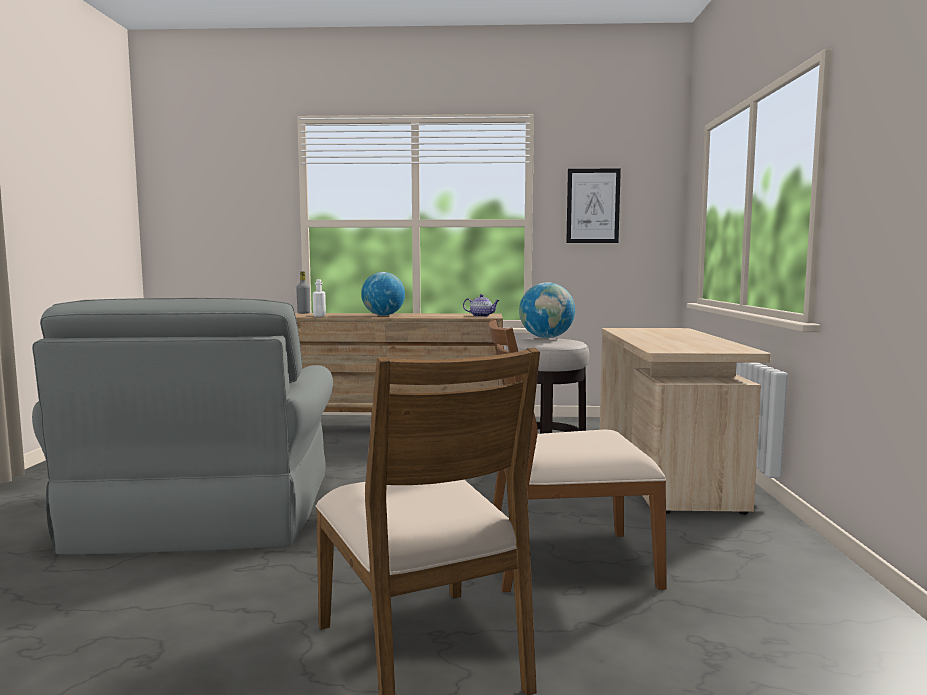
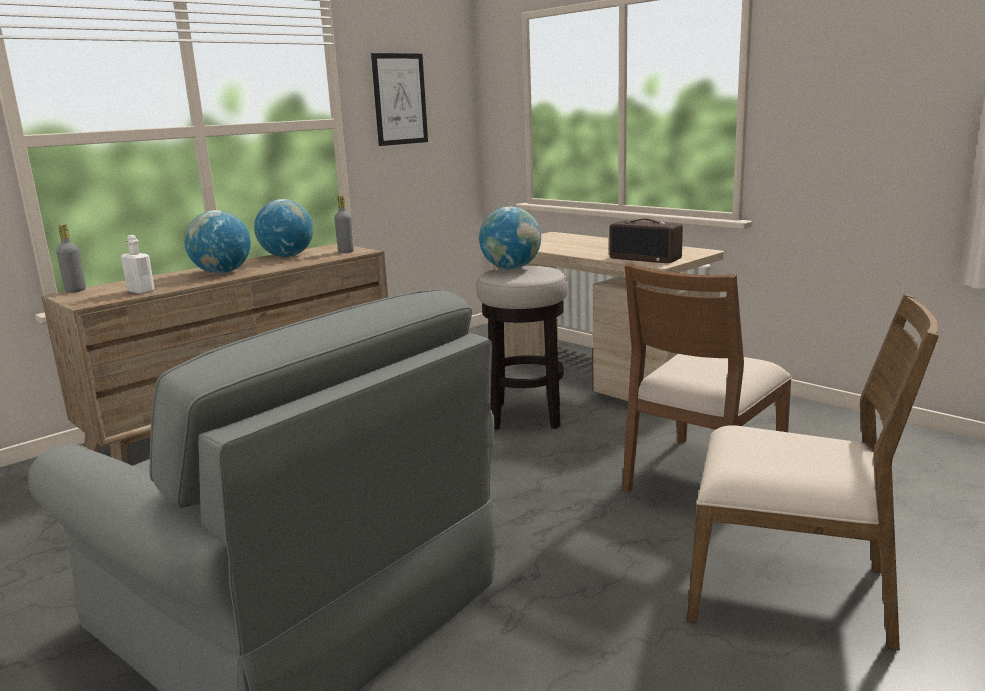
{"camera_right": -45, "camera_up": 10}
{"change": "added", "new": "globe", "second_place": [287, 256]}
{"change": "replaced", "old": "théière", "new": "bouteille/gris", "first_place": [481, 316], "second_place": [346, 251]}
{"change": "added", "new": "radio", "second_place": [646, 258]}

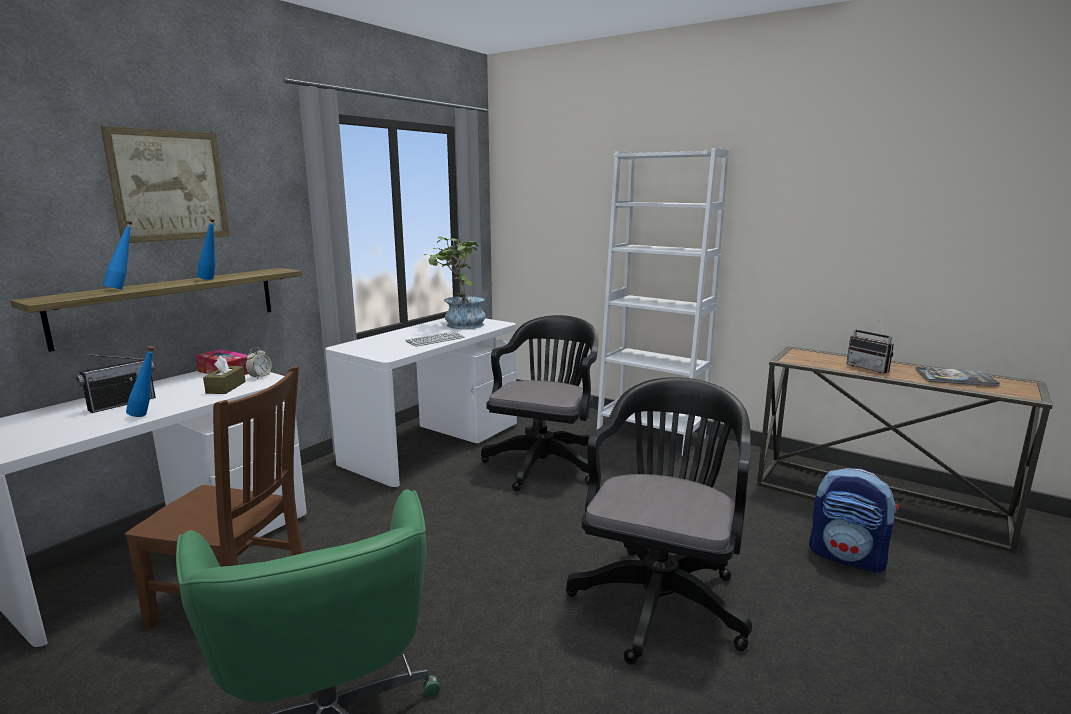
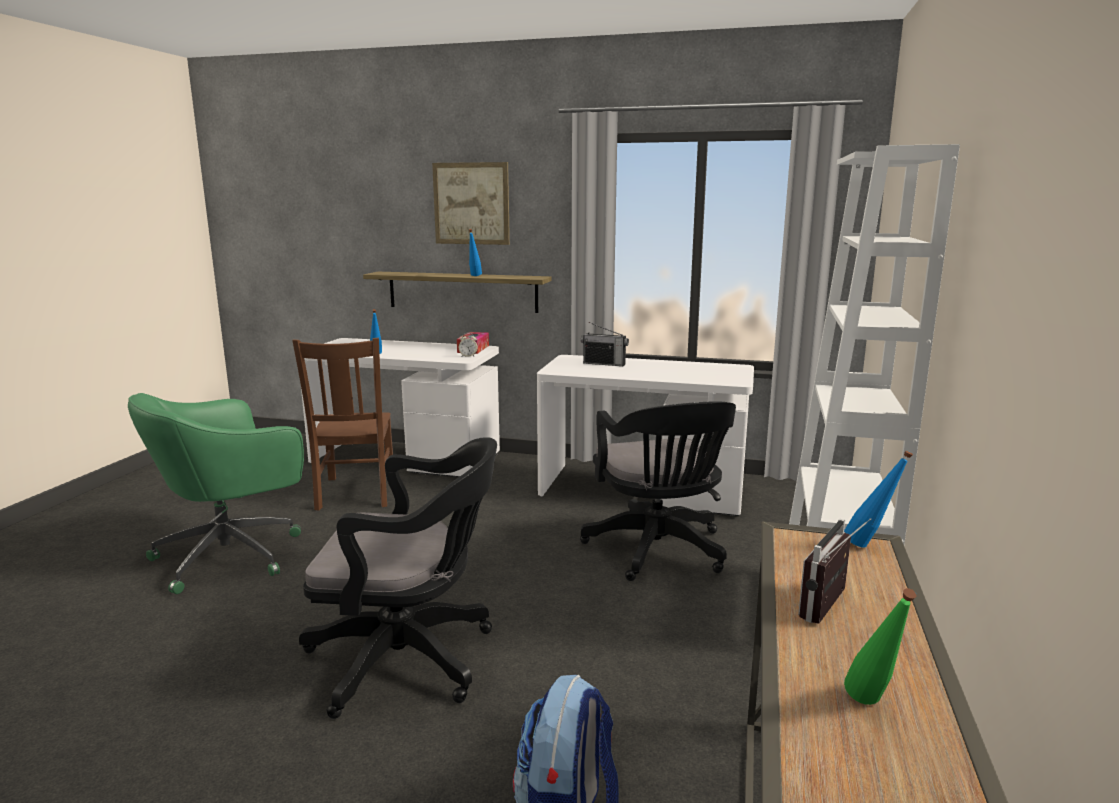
{"camera_right": 70, "camera_up": 0}
{"change": "turned", "old": "chaise de bureau/noir", "first_place": [545, 462], "second_place": [659, 552], "degrees": 75}
{"change": "moved", "old": "radio", "first_place": [122, 404], "second_place": [604, 364]}
{"change": "moved", "old": "bouteille/bleu", "first_place": [124, 289], "second_place": [870, 546]}
{"change": "replaced", "old": "livre", "new": "bouteille/vert", "first_place": [955, 378], "second_place": [872, 708]}
{"change": "removed", "old": "boîte à mouchoirs/marron", "first_place": [226, 387]}
{"change": "removed", "old": "clavier", "first_place": [435, 340]}
{"change": "removed", "old": "plante en pot", "first_place": [459, 324]}

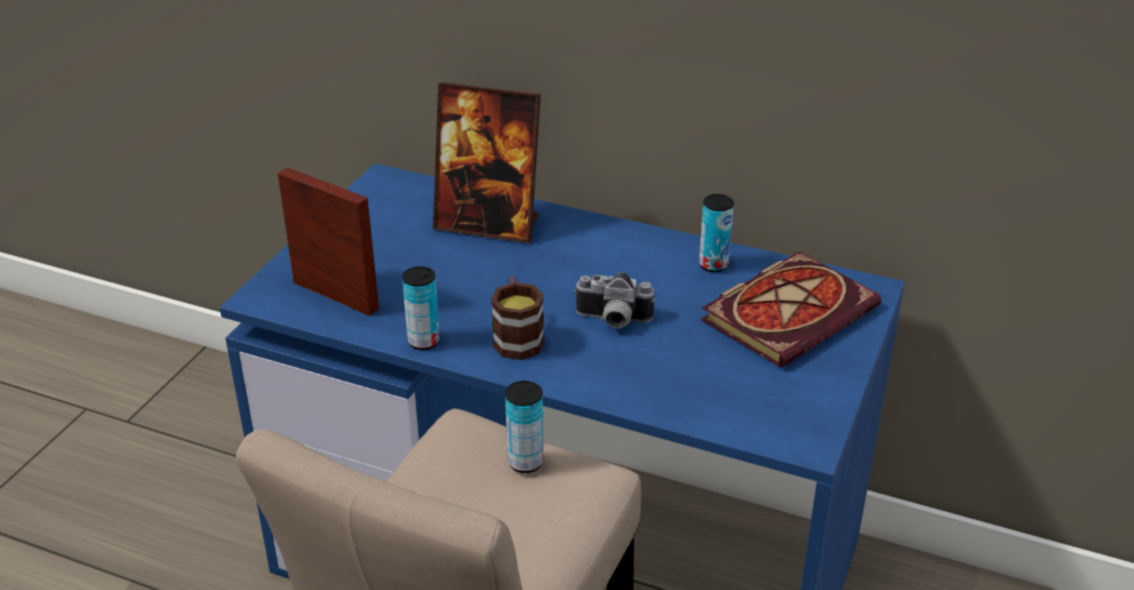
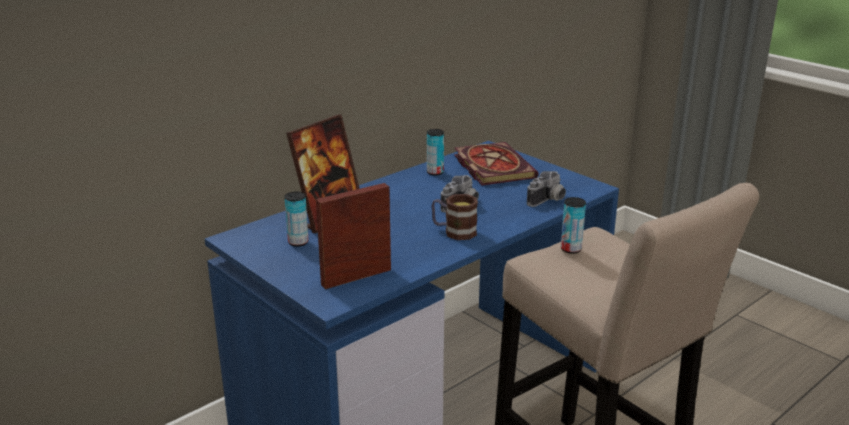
{"camera_right": -65, "camera_up": -10}
{"change": "moved", "old": "boîte métallique", "first_place": [423, 341], "second_place": [298, 242]}
{"change": "added", "new": "appareil photo", "second_place": [548, 201]}

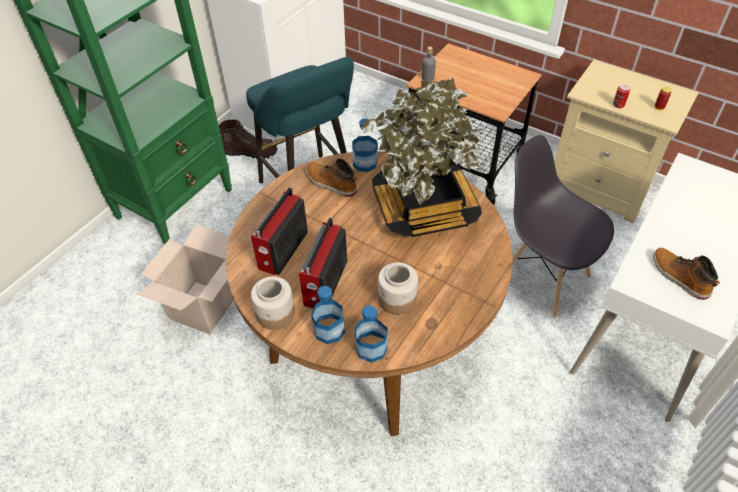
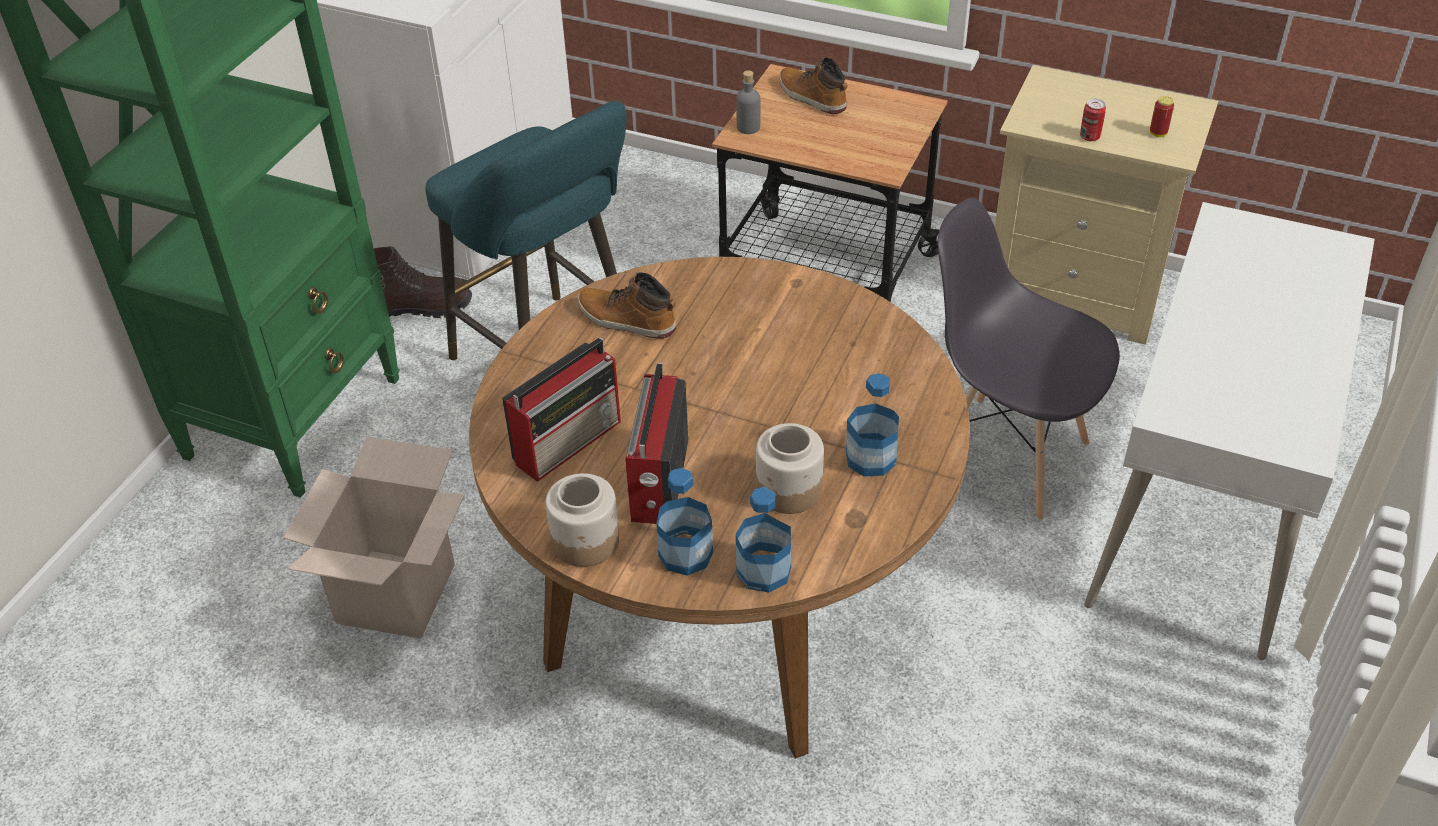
{"camera_right": -10, "camera_up": -5}
{"change": "turned", "old": "radio", "first_place": [282, 251], "second_place": [569, 440], "degrees": -150}
{"change": "moved", "old": "botte", "first_place": [679, 277], "second_place": [811, 97]}
{"change": "moved", "old": "bouteille", "first_place": [365, 163], "second_place": [870, 458]}
{"change": "removed", "old": "plante en pot", "first_place": [424, 208]}

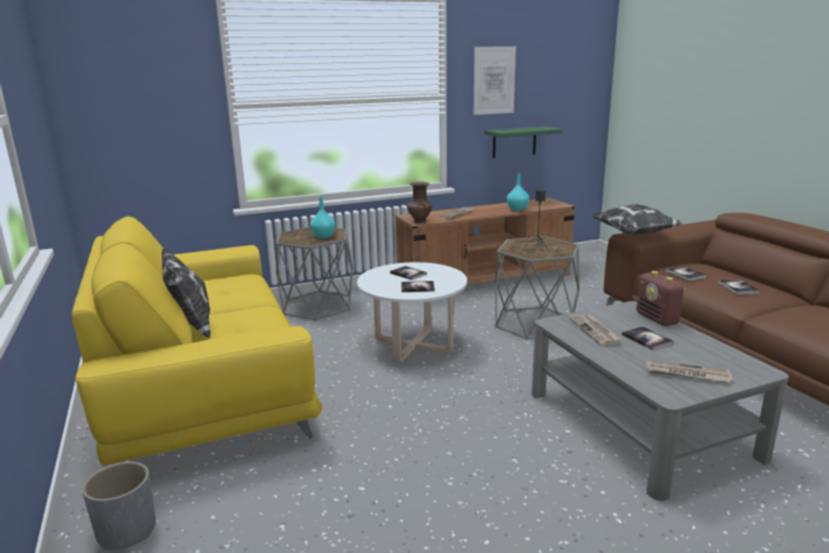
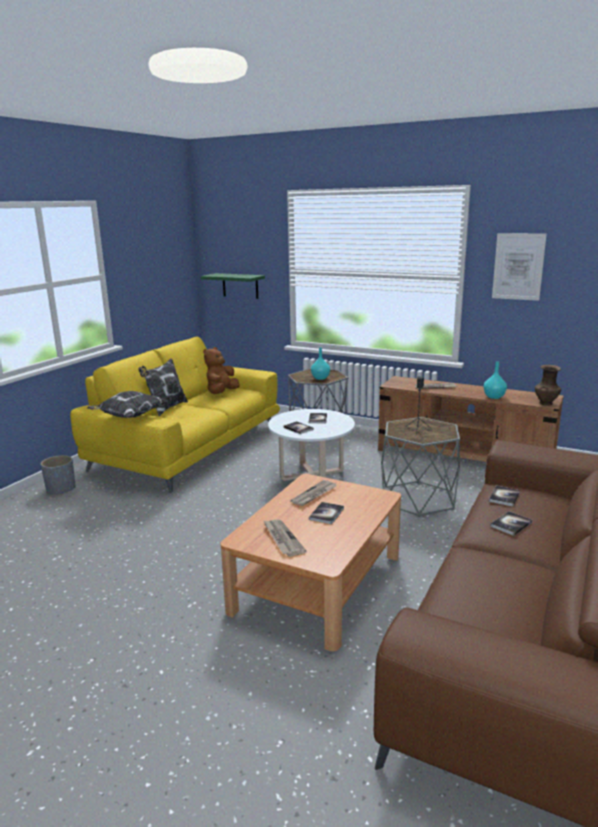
{"camera_right": 50, "camera_up": 0}
{"change": "moved", "old": "coussin", "first_place": [634, 235], "second_place": [129, 417]}
{"change": "moved", "old": "étagère/vert", "first_place": [514, 142], "second_place": [240, 285]}
{"change": "added", "new": "peluche/marron", "second_place": [221, 393]}
{"change": "recoloured", "old": "table basse/gris", "new": "table basse/marron", "first_place": [640, 424], "second_place": [318, 583]}
{"change": "moved", "old": "vase/marron", "first_place": [419, 221], "second_place": [546, 403]}
{"change": "removed", "old": "radio", "first_place": [657, 319]}

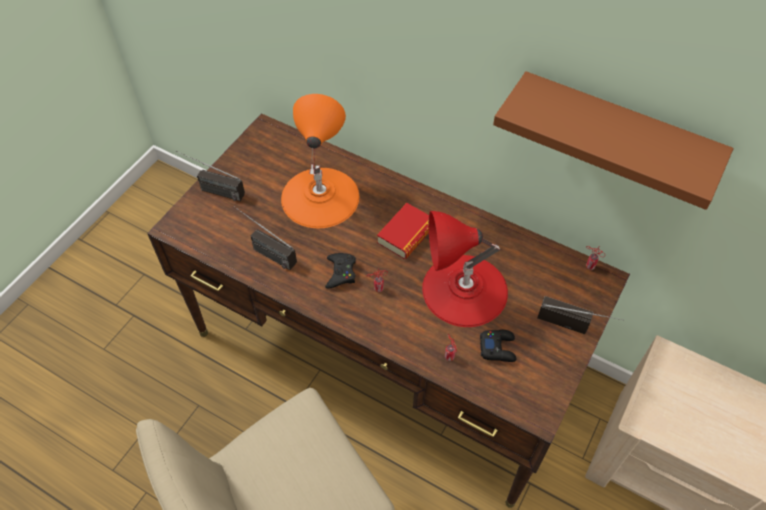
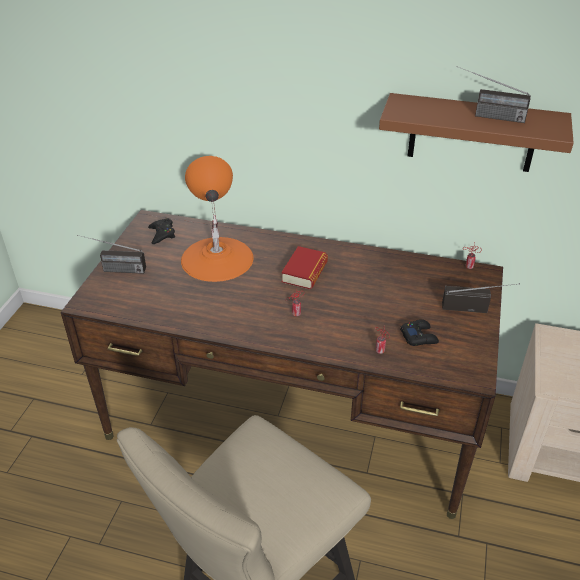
{"camera_right": -15, "camera_up": -15}
{"change": "moved", "old": "manette/noir", "first_place": [341, 273], "second_place": [162, 234]}
{"change": "moved", "old": "radio", "first_place": [264, 251], "second_place": [486, 116]}
{"change": "removed", "old": "lampe de table/rouge", "first_place": [464, 290]}

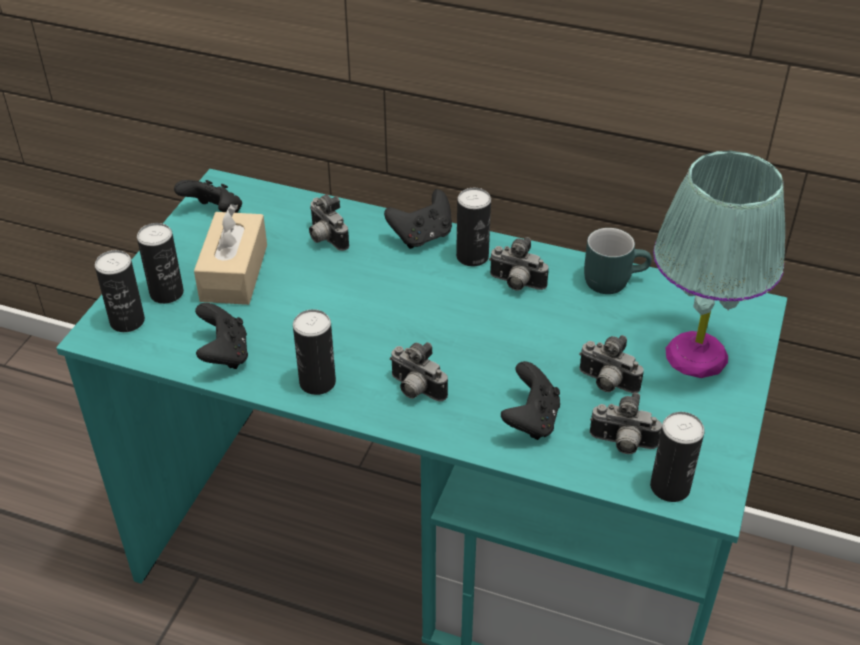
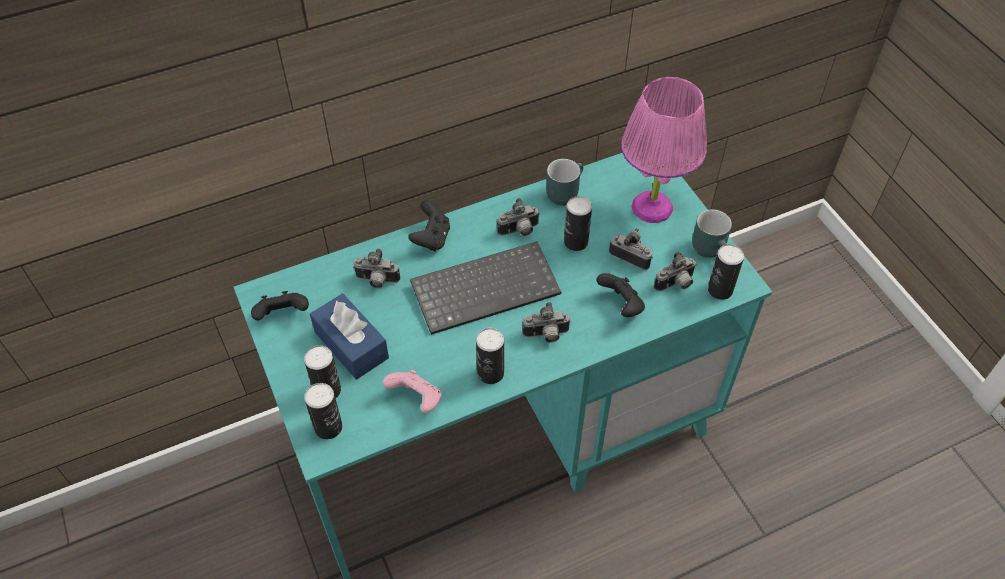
{"camera_right": -45, "camera_up": 10}
{"change": "recoloured", "old": "boîte à mouchoirs/beige", "new": "boîte à mouchoirs/bleu", "first_place": [234, 273], "second_place": [351, 345]}
{"change": "recoloured", "old": "manette/noir", "new": "manette/rose", "first_place": [224, 354], "second_place": [416, 399]}
{"change": "added", "new": "clavier", "second_place": [486, 287]}
{"change": "moved", "old": "boîte métallique", "first_place": [472, 256], "second_place": [576, 242]}
{"change": "turned", "old": "appareil photo", "first_place": [606, 384], "second_place": [631, 256], "degrees": -135}
{"change": "recoloured", "old": "lampe de table/turquoise", "new": "lampe de table/rose", "first_place": [695, 356], "second_place": [652, 208]}
{"change": "added", "new": "mug/turquoise", "second_place": [712, 250]}

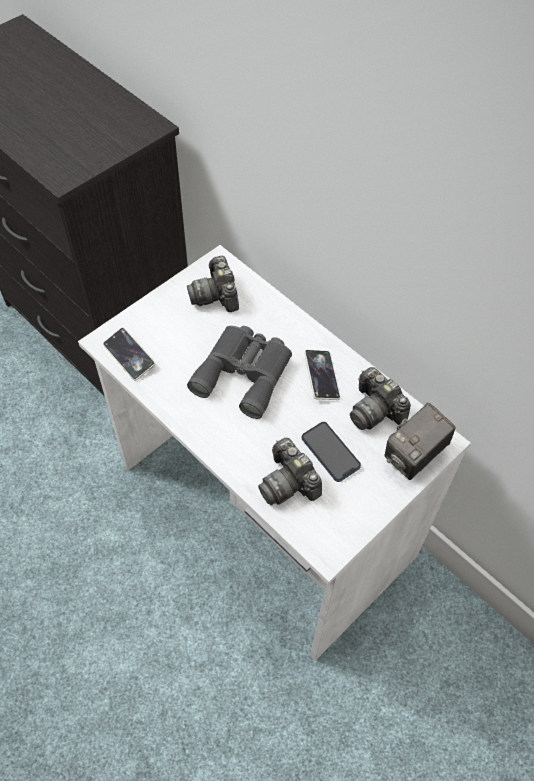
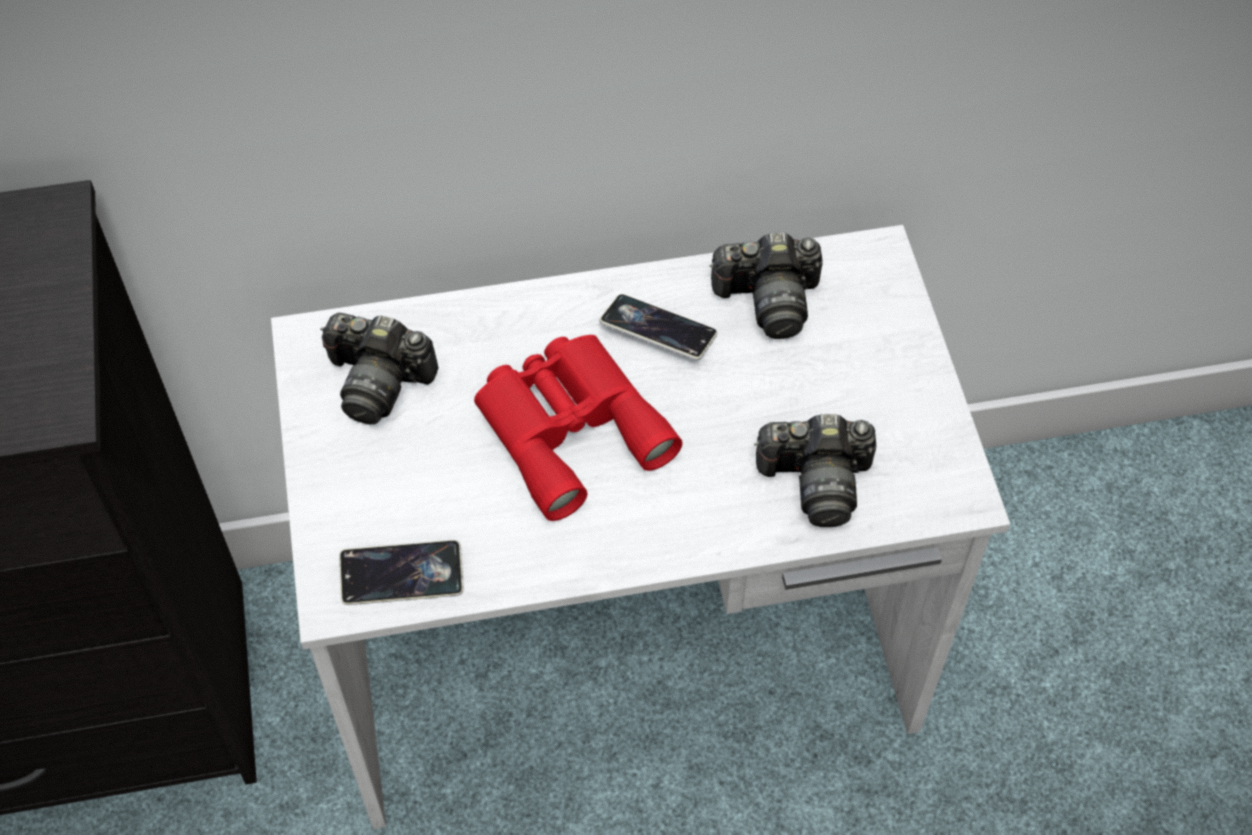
{"camera_right": -55, "camera_up": 0}
{"change": "recoloured", "old": "jumelles/gris", "new": "jumelles/rouge", "first_place": [245, 372], "second_place": [569, 426]}
{"change": "removed", "old": "téléphone", "first_place": [330, 452]}
{"change": "removed", "old": "appareil photo", "first_place": [414, 457]}

